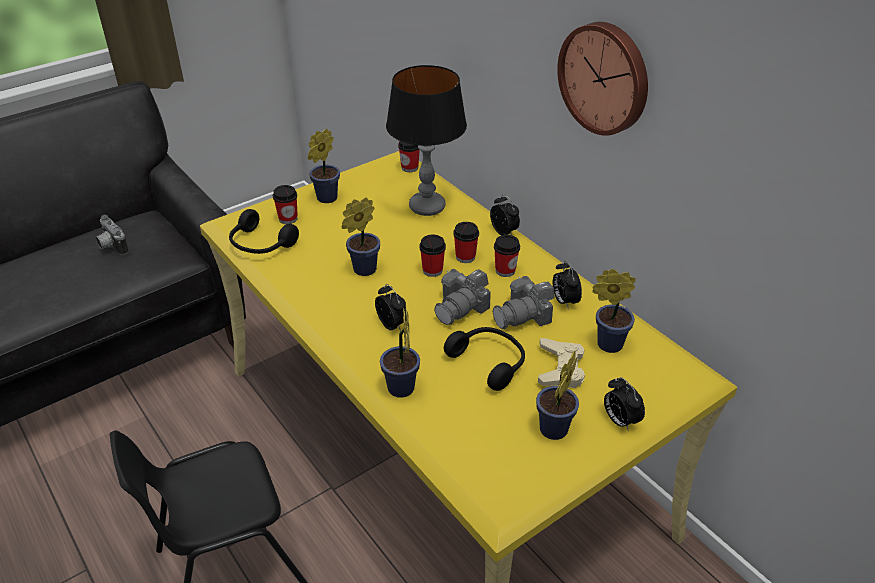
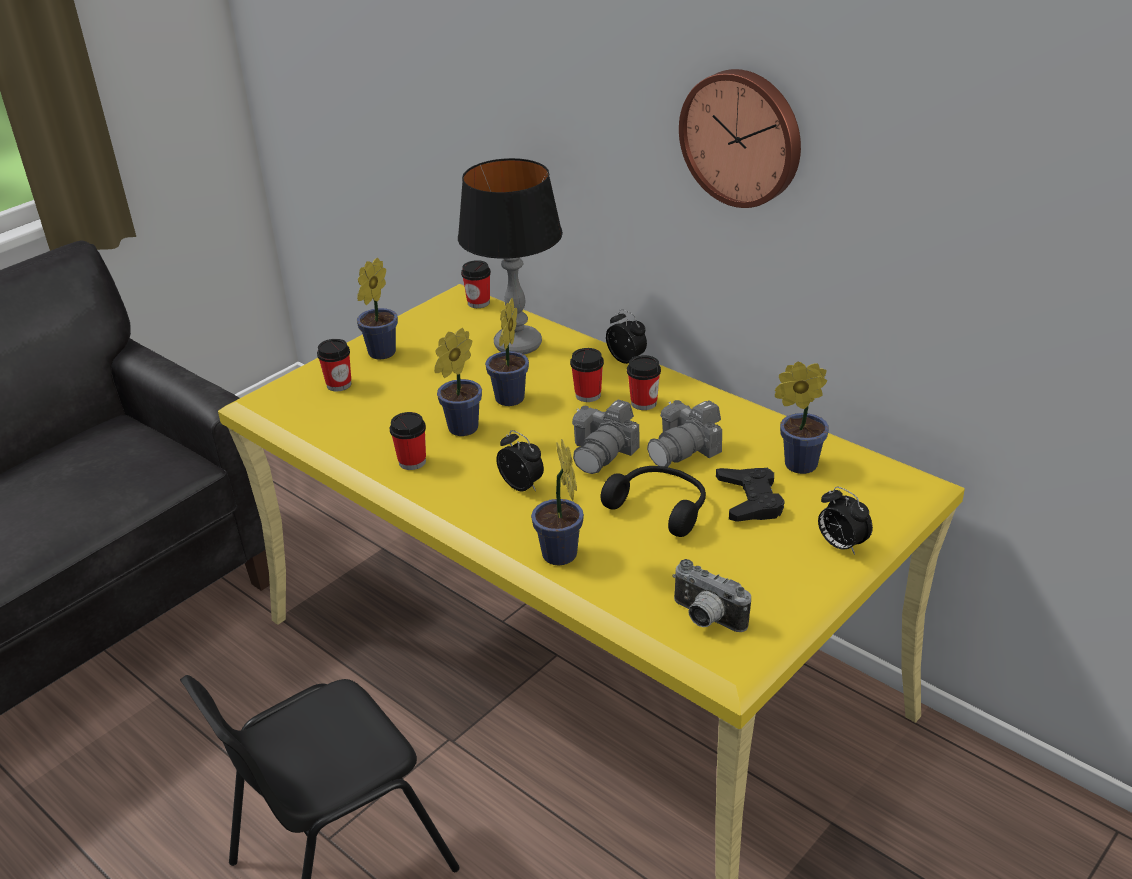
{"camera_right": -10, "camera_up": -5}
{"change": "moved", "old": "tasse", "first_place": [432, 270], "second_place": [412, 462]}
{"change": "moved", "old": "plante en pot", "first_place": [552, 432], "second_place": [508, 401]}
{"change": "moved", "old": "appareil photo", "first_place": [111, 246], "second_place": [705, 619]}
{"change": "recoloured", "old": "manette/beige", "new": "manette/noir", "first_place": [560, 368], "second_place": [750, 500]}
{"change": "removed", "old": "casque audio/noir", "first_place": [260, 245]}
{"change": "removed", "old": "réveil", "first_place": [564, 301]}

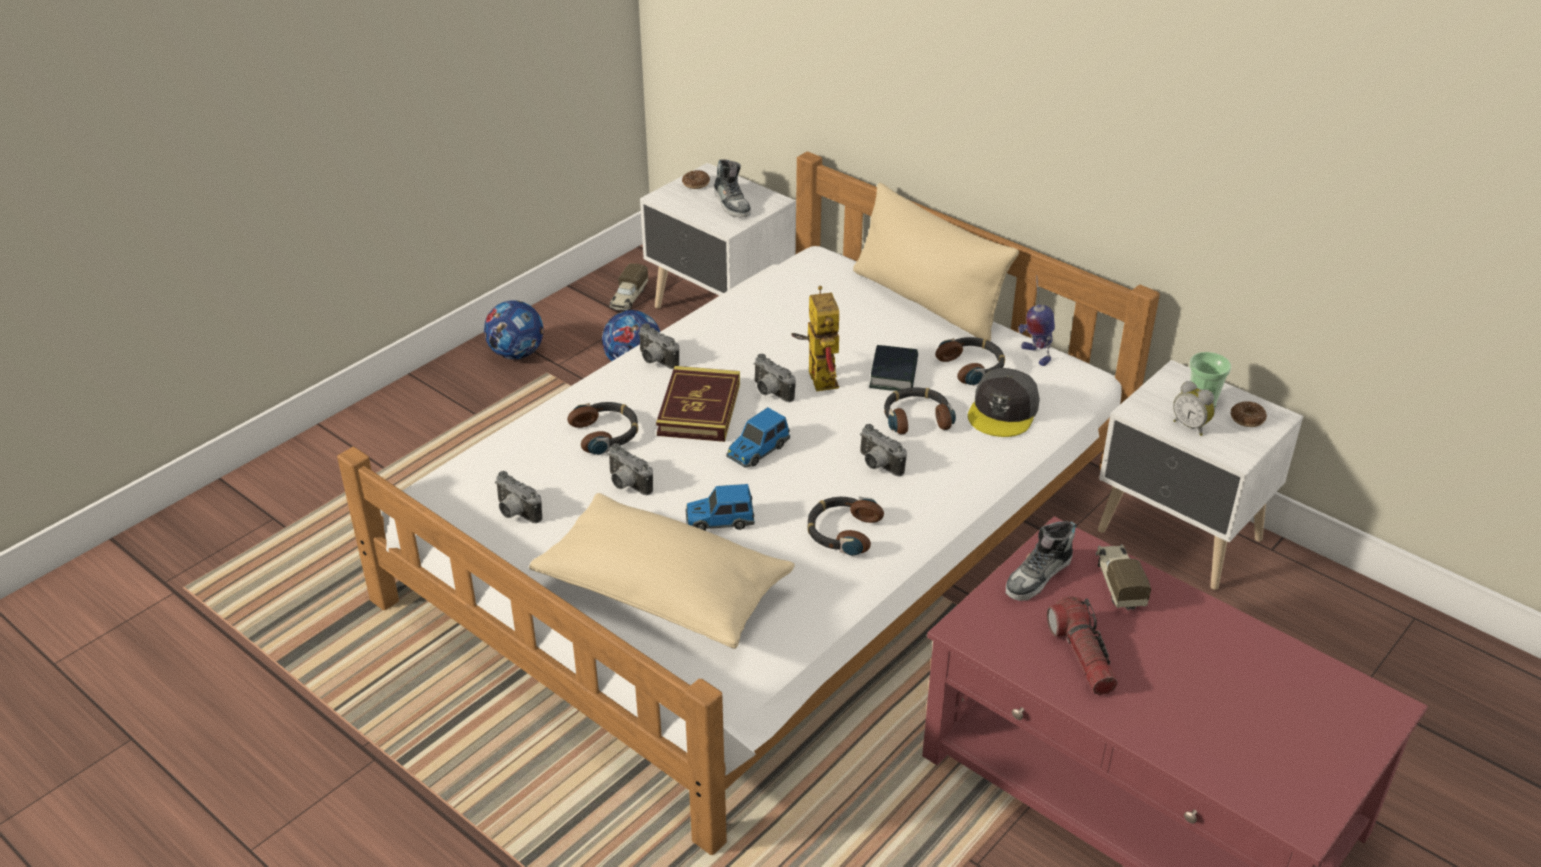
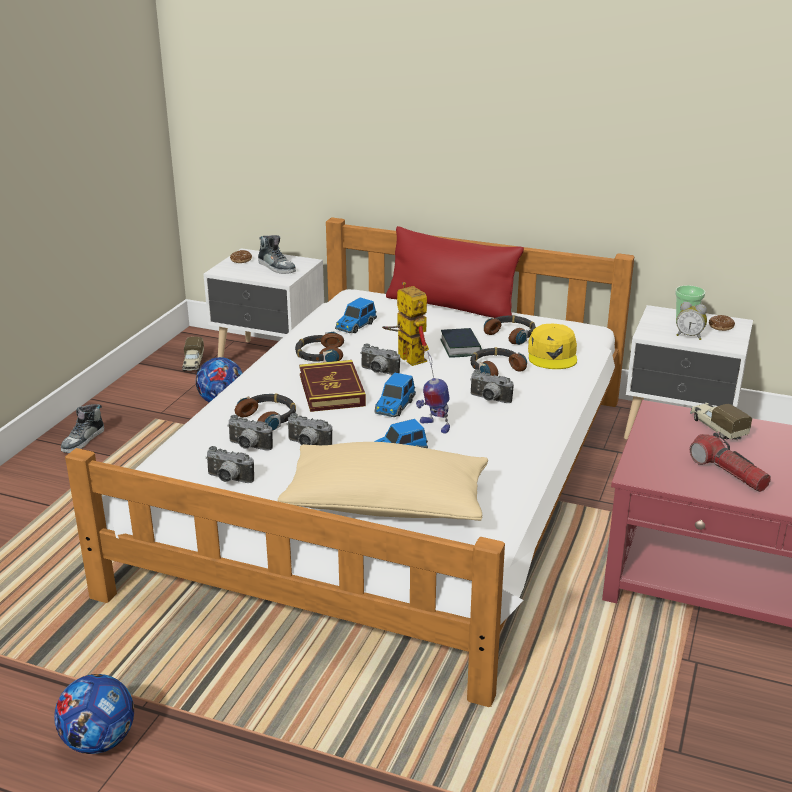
{"camera_right": -20, "camera_up": -10}
{"change": "moved", "old": "ballon de foot", "first_place": [516, 354], "second_place": [99, 741]}
{"change": "moved", "old": "chaussure", "first_place": [1038, 576], "second_place": [83, 440]}
{"change": "moved", "old": "appareil photo", "first_place": [655, 361], "second_place": [248, 447]}
{"change": "moved", "old": "casque audio", "first_place": [842, 531], "second_place": [319, 355]}
{"change": "added", "new": "petite voiture", "second_place": [355, 326]}
{"change": "recoloured", "old": "coussin/beige", "new": "coussin/rouge", "first_place": [927, 302], "second_place": [451, 306]}
{"change": "moved", "old": "robot jouet", "first_place": [1035, 354], "second_place": [434, 426]}
{"change": "recoloured", "old": "casquette/gris", "new": "casquette/jaune", "first_place": [1003, 411], "second_place": [552, 355]}

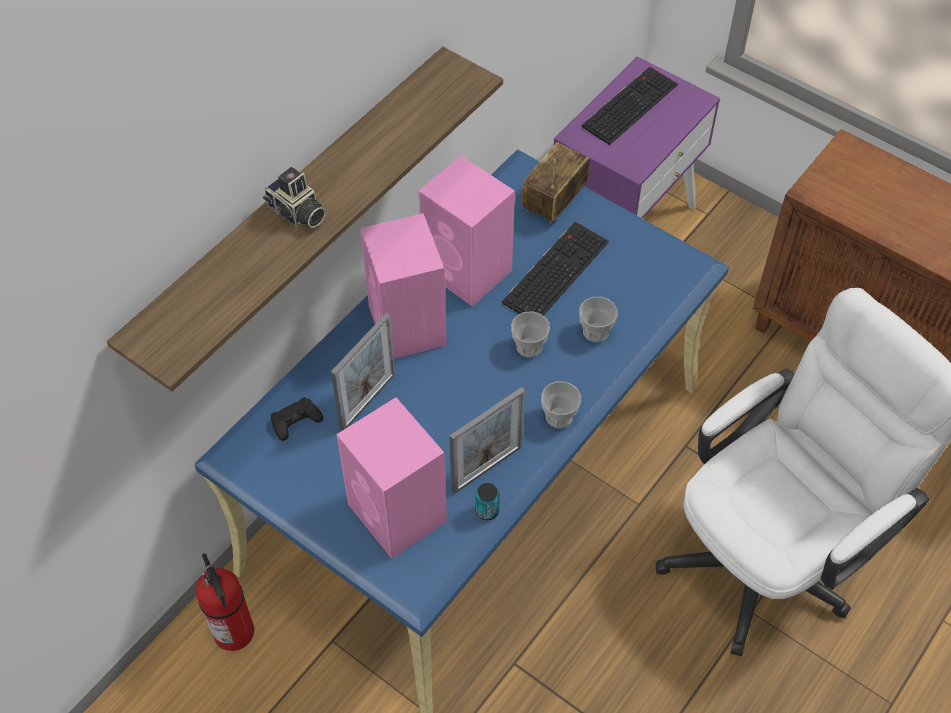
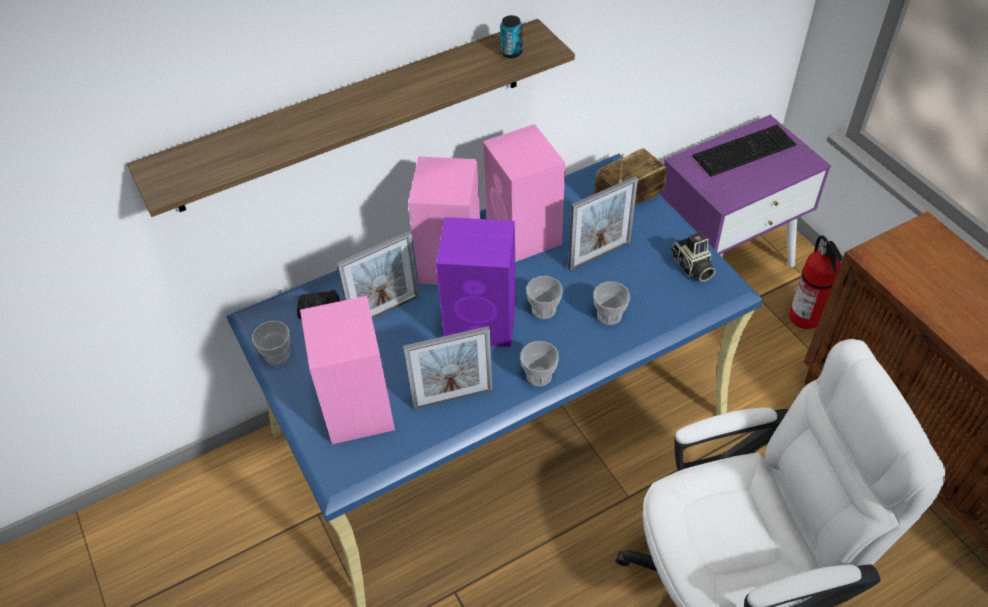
{"camera_right": 25, "camera_up": -5}
{"change": "added", "new": "tasse", "second_place": [277, 355]}
{"change": "added", "new": "enceinte/violet", "second_place": [483, 322]}
{"change": "moved", "old": "boîte métallique", "first_place": [487, 511], "second_place": [511, 52]}
{"change": "replaced", "old": "clavier", "new": "cadre photo", "first_place": [555, 270], "second_place": [599, 255]}
{"change": "moved", "old": "appareil photo", "first_place": [296, 213], "second_place": [692, 267]}
{"change": "moved", "old": "extincteur", "first_place": [235, 632], "second_place": [805, 317]}

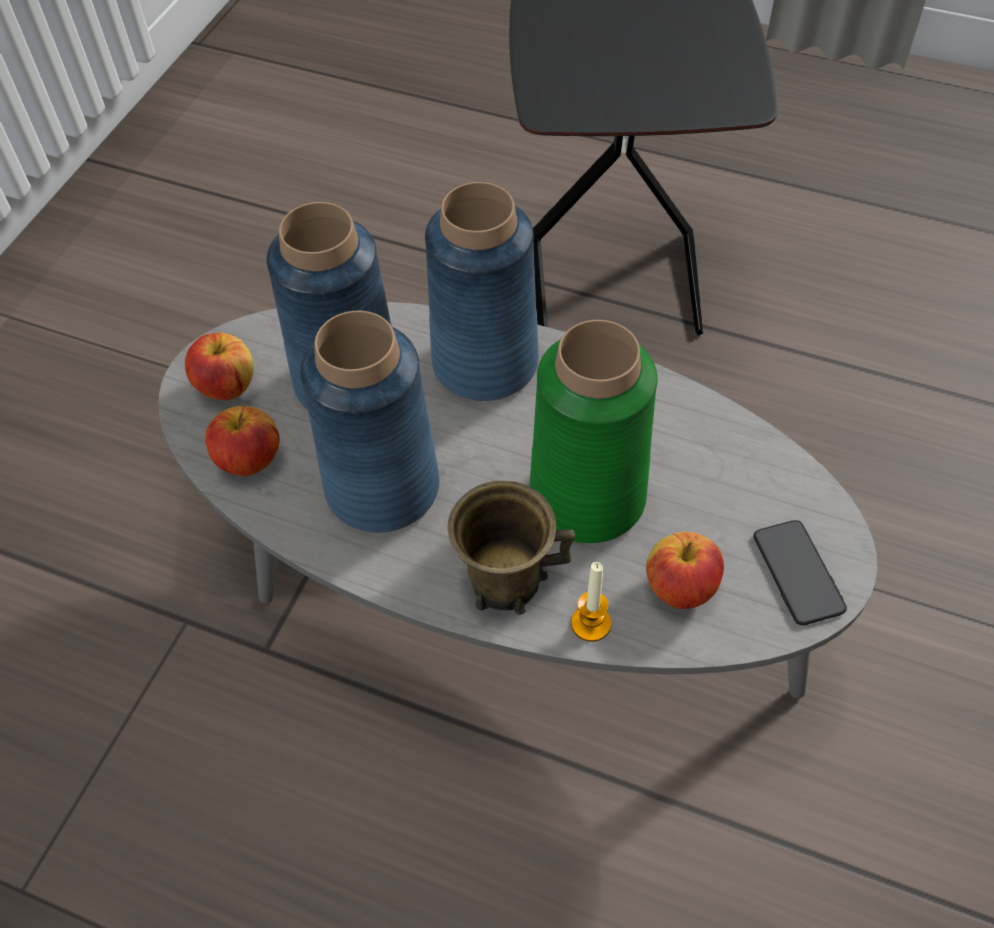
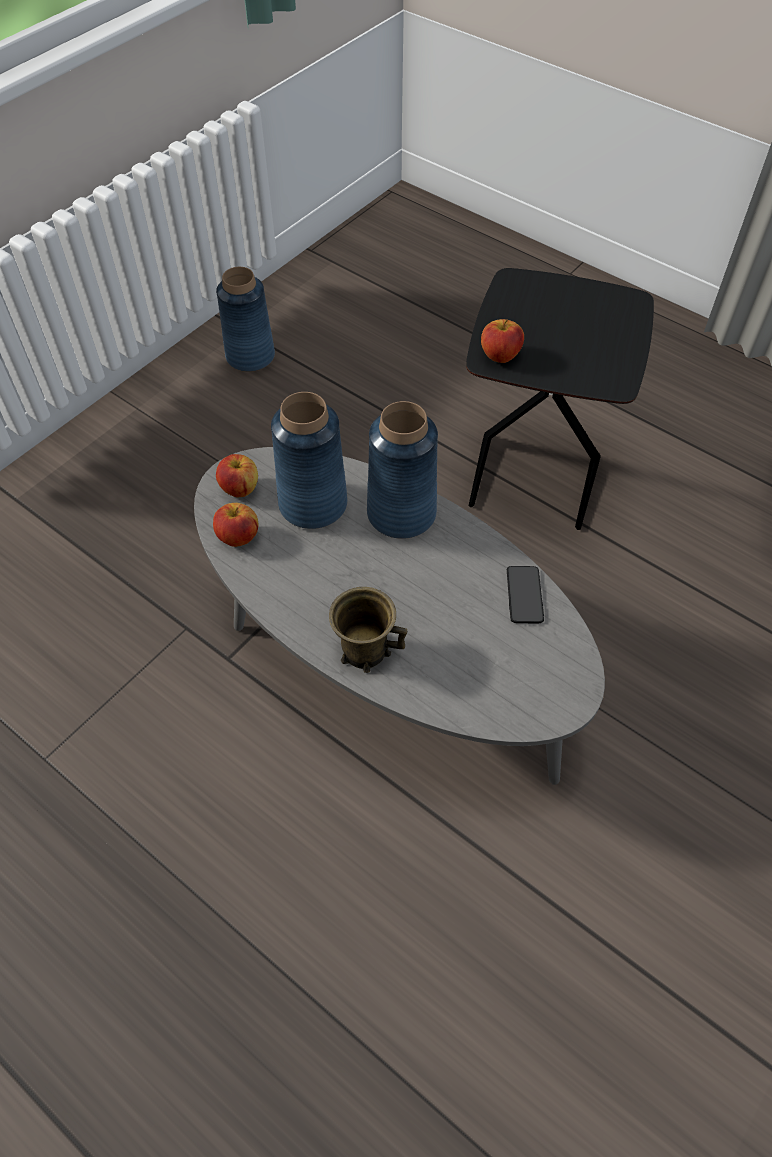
{"camera_right": 15, "camera_up": 0}
{"change": "moved", "old": "vase/bleu", "first_place": [382, 486], "second_place": [250, 356]}
{"change": "moved", "old": "pomme", "first_place": [680, 588], "second_place": [500, 356]}
{"change": "moved", "old": "téléphone", "first_place": [798, 573], "second_place": [524, 595]}
{"change": "removed", "old": "vase/vert", "first_place": [587, 498]}
{"change": "removed", "old": "bougie", "first_place": [591, 623]}

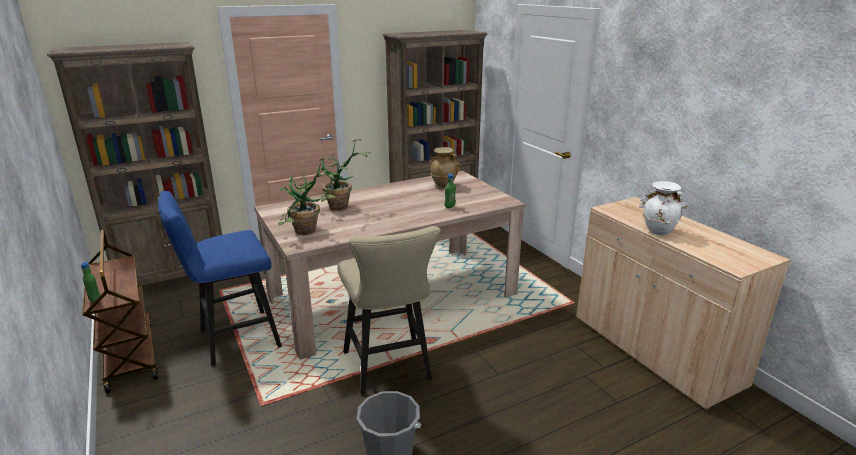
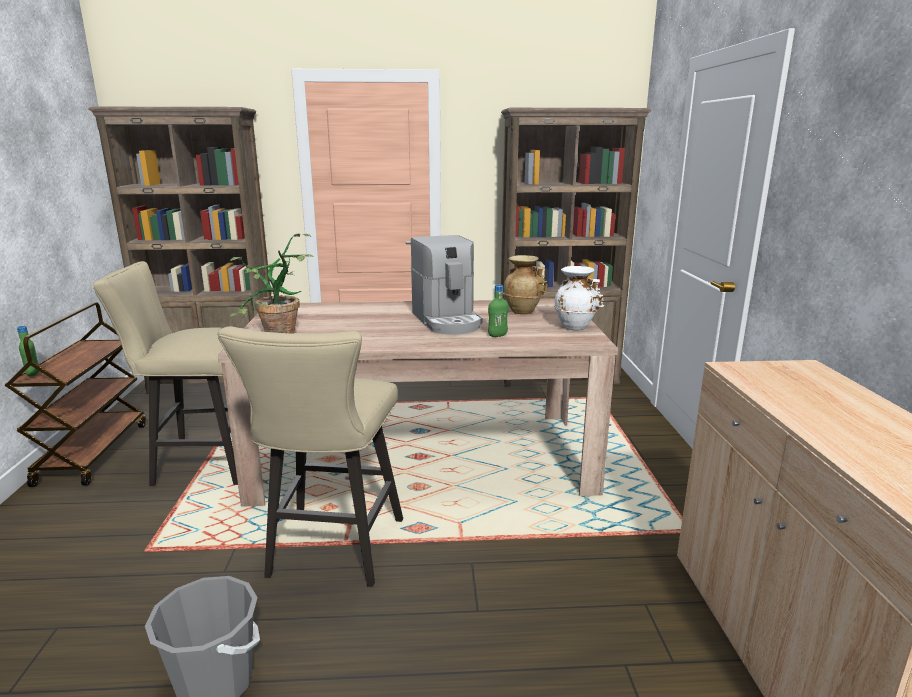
{"camera_right": 25, "camera_up": -5}
{"change": "recoloured", "old": "tabouret/bleu", "new": "tabouret/beige", "first_place": [233, 339], "second_place": [200, 462]}
{"change": "added", "new": "machine à café", "second_place": [447, 321]}
{"change": "moved", "old": "vase/blanc", "first_place": [658, 230], "second_place": [575, 326]}
{"change": "removed", "old": "plante en pot", "first_place": [340, 208]}

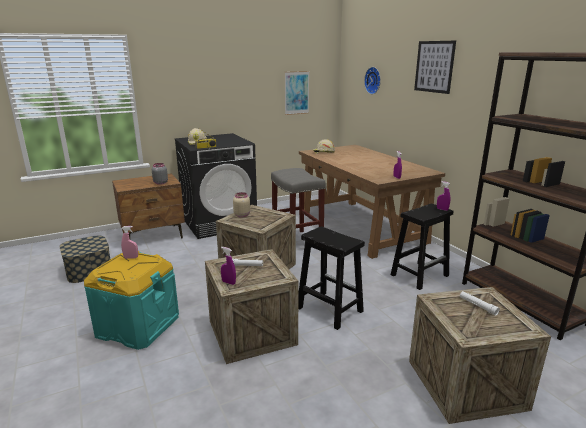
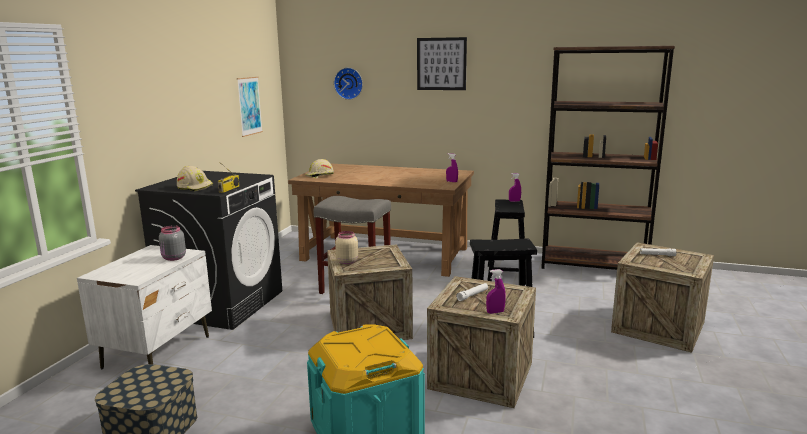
{"camera_right": -45, "camera_up": -5}
{"change": "recoloured", "old": "table de chevet/marron", "new": "table de chevet/blanc", "first_place": [153, 236], "second_place": [158, 352]}
{"change": "removed", "old": "vaporisateur/rose", "first_place": [131, 258]}

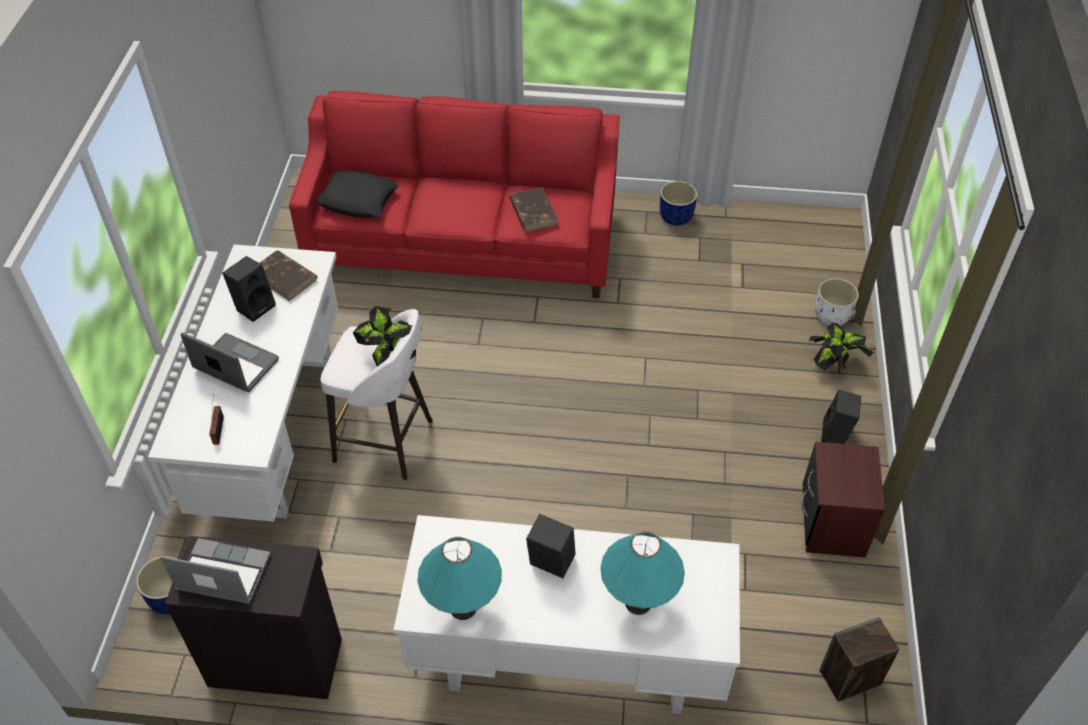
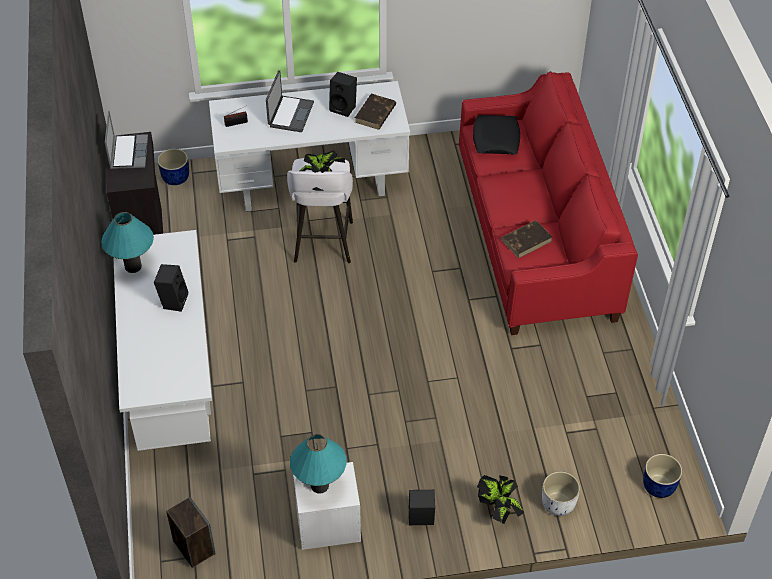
{"camera_right": 75, "camera_up": 0}
{"change": "moved", "old": "lampe de table/turquoise", "first_place": [638, 602], "second_place": [319, 485]}
{"change": "recoloured", "old": "table de chevet/marron", "new": "table de chevet/blanc", "first_place": [832, 523], "second_place": [328, 524]}
{"change": "moved", "old": "cache-pot/bleu", "first_place": [676, 217], "second_place": [659, 486]}

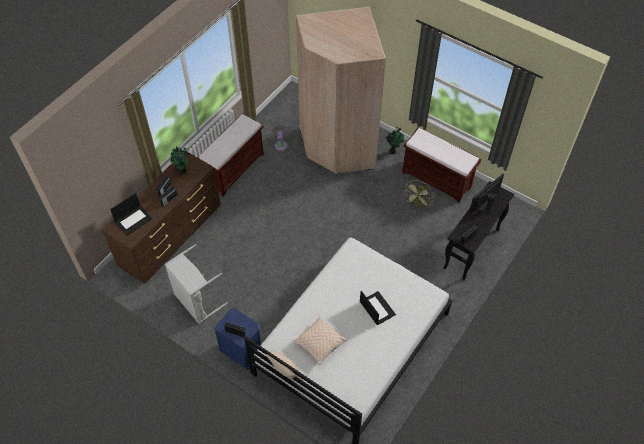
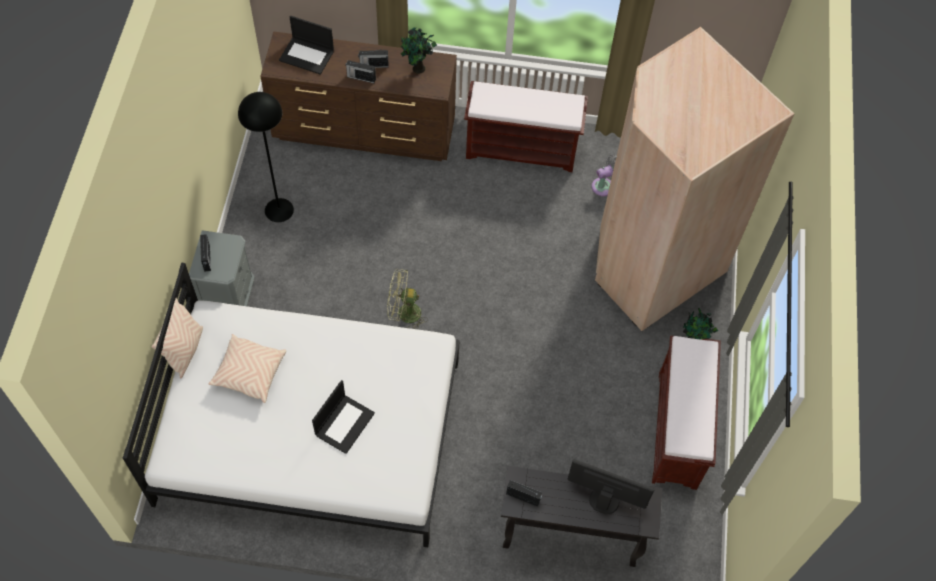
{"camera_right": 60, "camera_up": 5}
{"change": "recoloured", "old": "table de chevet/bleu", "new": "table de chevet/gris", "first_place": [242, 352], "second_place": [229, 299]}
{"change": "replaced", "old": "panier à linge/gris", "new": "lampadaire/noir", "first_place": [196, 302], "second_place": [279, 209]}
{"change": "moved", "old": "ventilateur/vert", "first_place": [418, 205], "second_place": [404, 314]}

